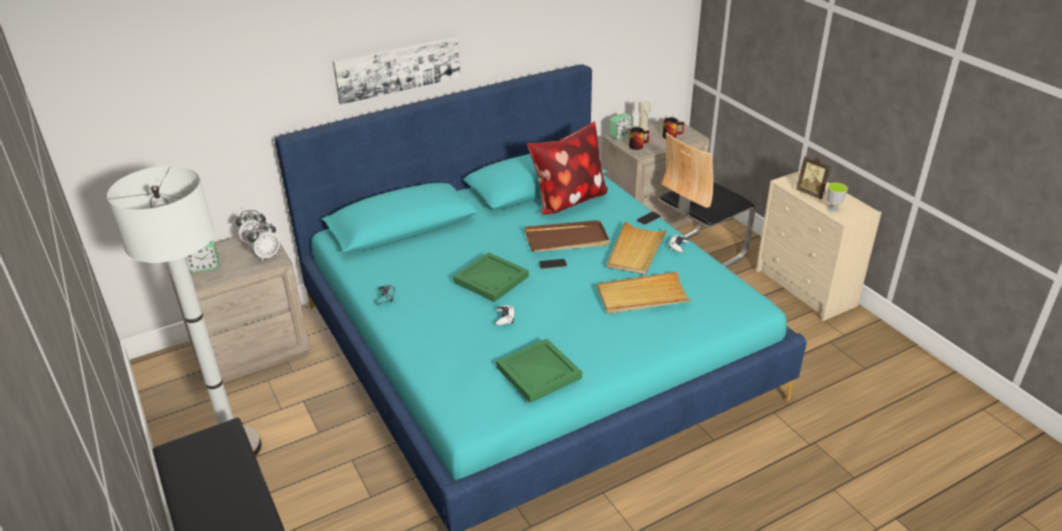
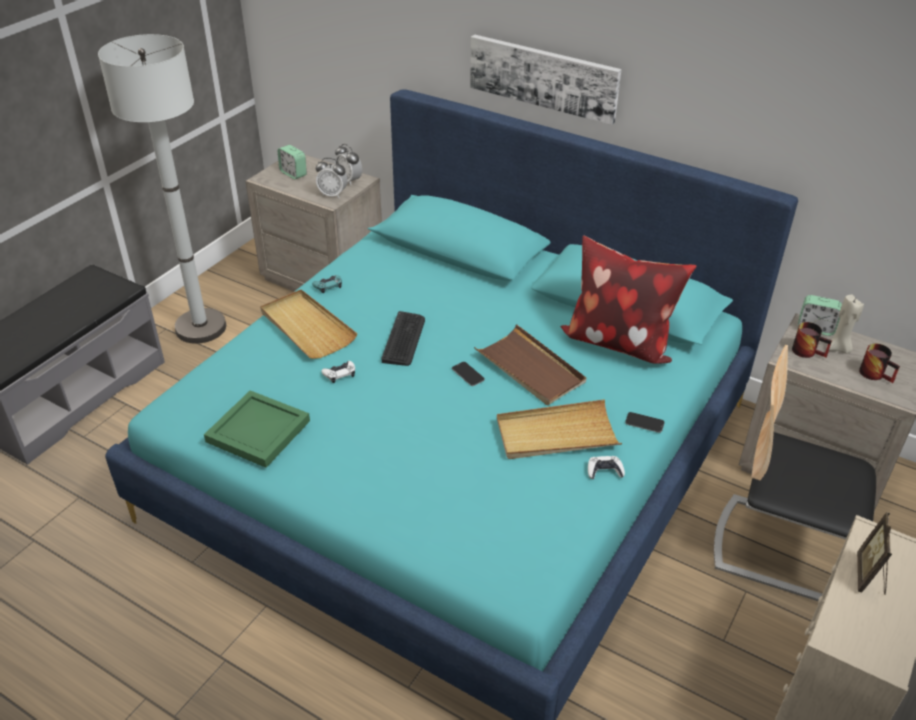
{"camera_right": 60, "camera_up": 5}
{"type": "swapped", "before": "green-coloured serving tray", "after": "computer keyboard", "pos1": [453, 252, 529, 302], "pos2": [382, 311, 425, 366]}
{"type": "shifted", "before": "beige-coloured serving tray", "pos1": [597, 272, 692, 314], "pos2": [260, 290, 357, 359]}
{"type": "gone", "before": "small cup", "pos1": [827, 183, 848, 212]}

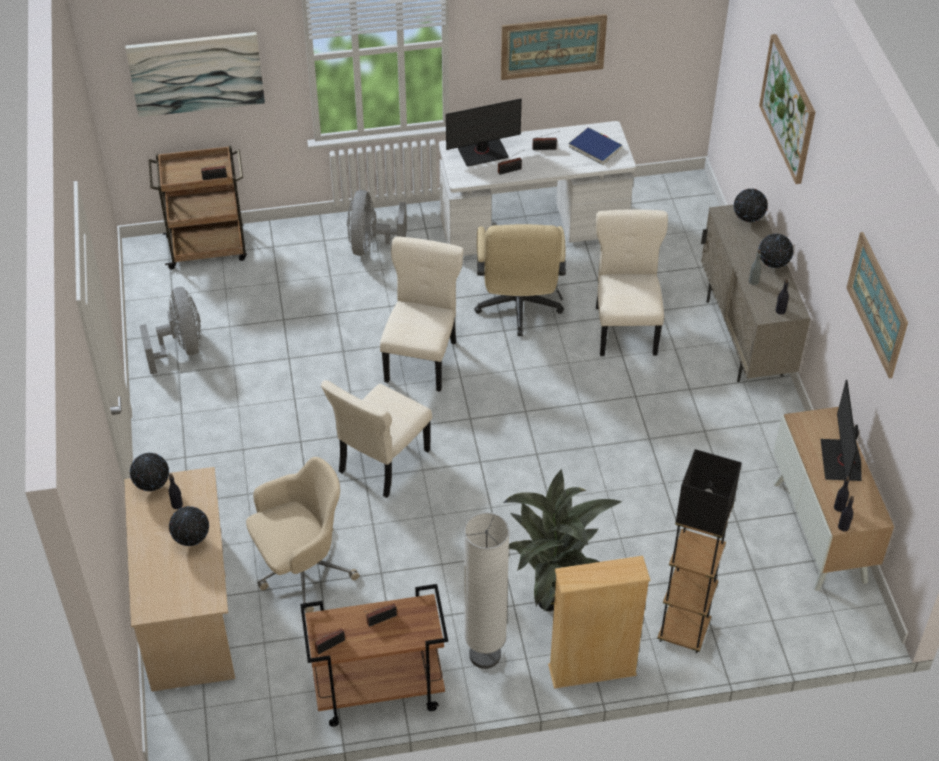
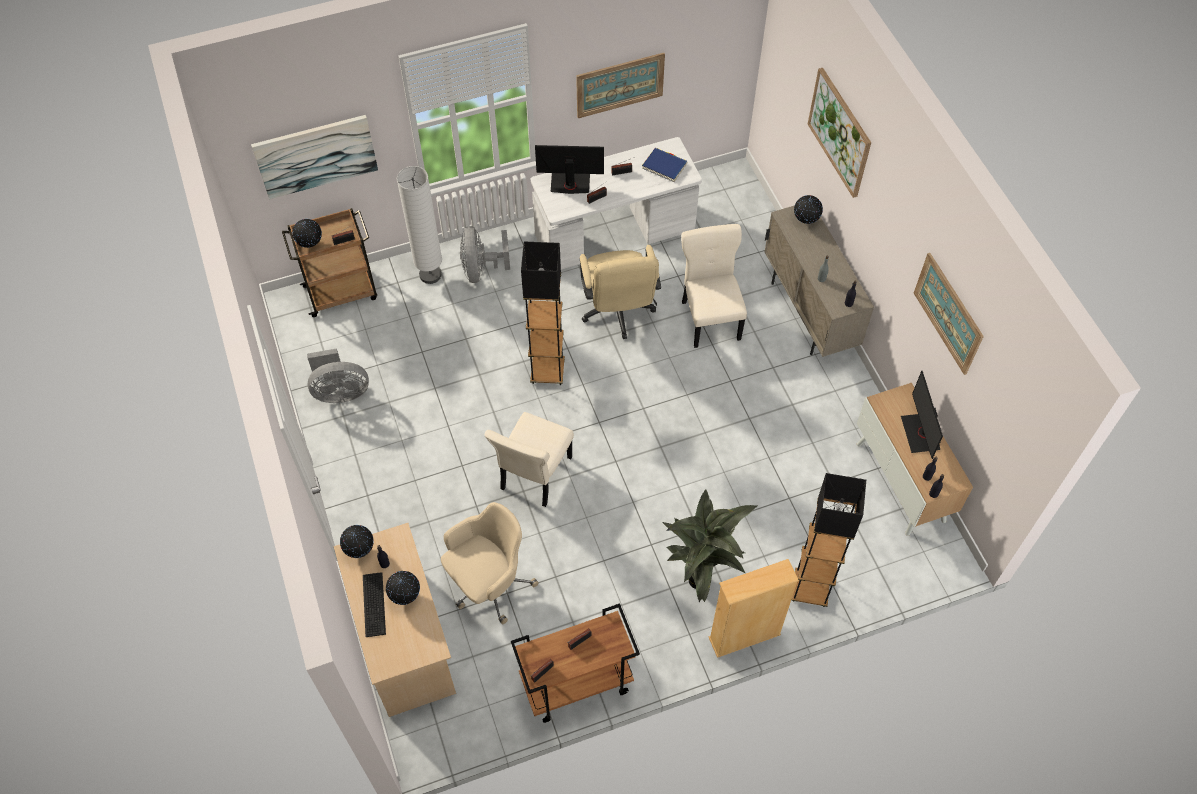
{"camera_right": -10, "camera_up": 10}
{"type": "rotated", "before": "gray fan", "pos1": [139, 287, 201, 374], "pos2": [307, 349, 369, 403], "turn": 105}
{"type": "swapped", "before": "beige-coloured chair", "after": "black standard lamp", "pos1": [380, 236, 463, 392], "pos2": [521, 241, 565, 385]}
{"type": "rotated", "before": "computer display", "pos1": [446, 99, 522, 167], "pos2": [535, 145, 604, 194], "turn": -150}
{"type": "shifted", "before": "white standard lamp", "pos1": [464, 512, 510, 669], "pos2": [397, 166, 442, 284]}
{"type": "shifted", "before": "desk globe", "pos1": [759, 234, 793, 268], "pos2": [292, 219, 322, 248]}
{"type": "new", "after": "computer keyboard", "pos2": [363, 572, 386, 637]}

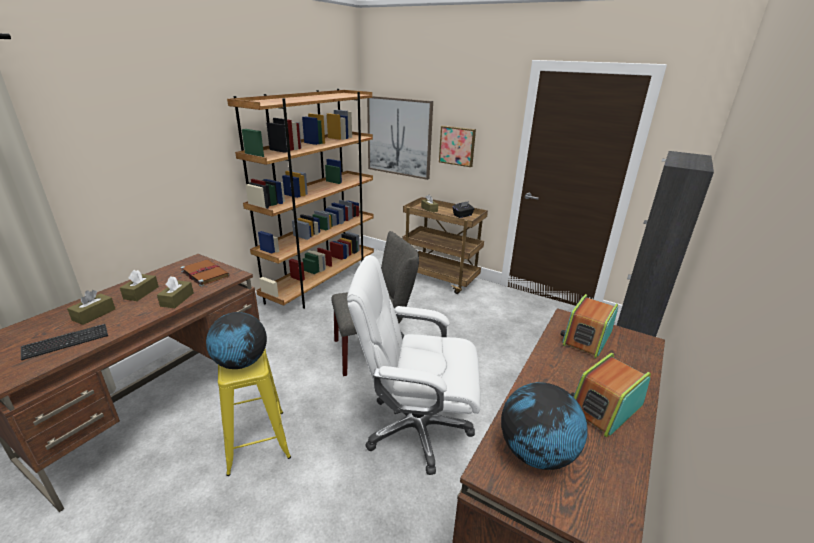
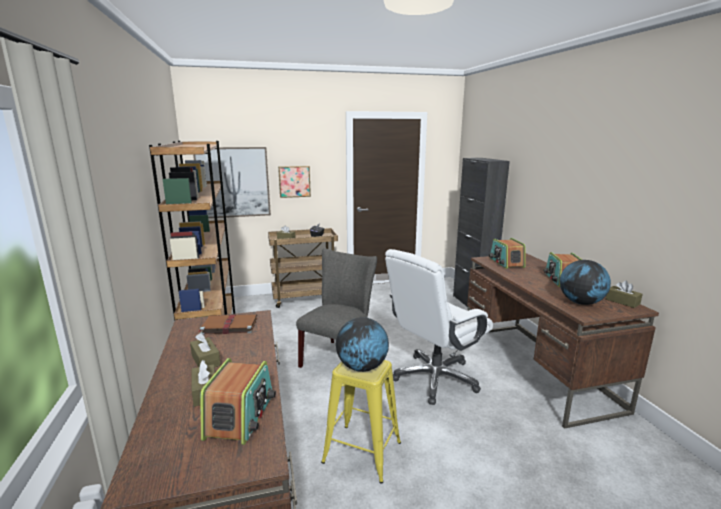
{"camera_right": -45, "camera_up": -10}
{"type": "swapped", "before": "computer keyboard", "after": "radio receiver", "pos1": [21, 324, 108, 360], "pos2": [201, 358, 276, 445]}
{"type": "shifted", "before": "brown-coloured tissue holder", "pos1": [157, 276, 194, 308], "pos2": [606, 281, 643, 308]}

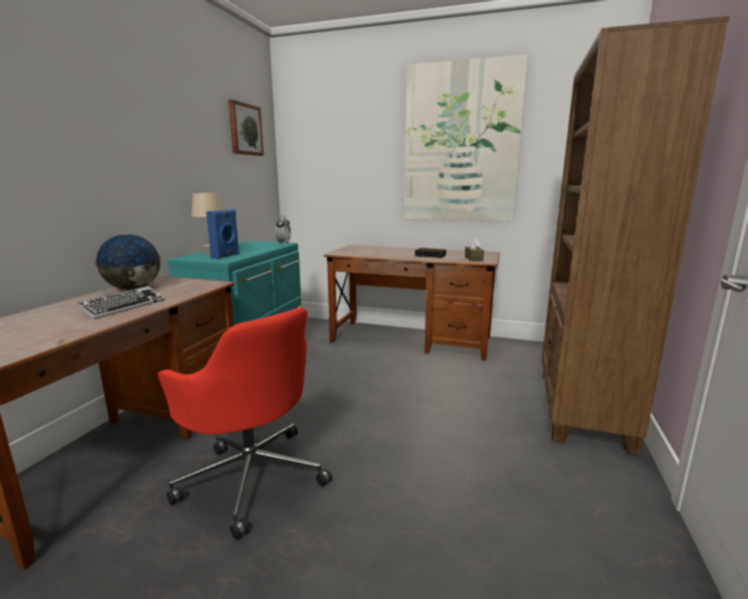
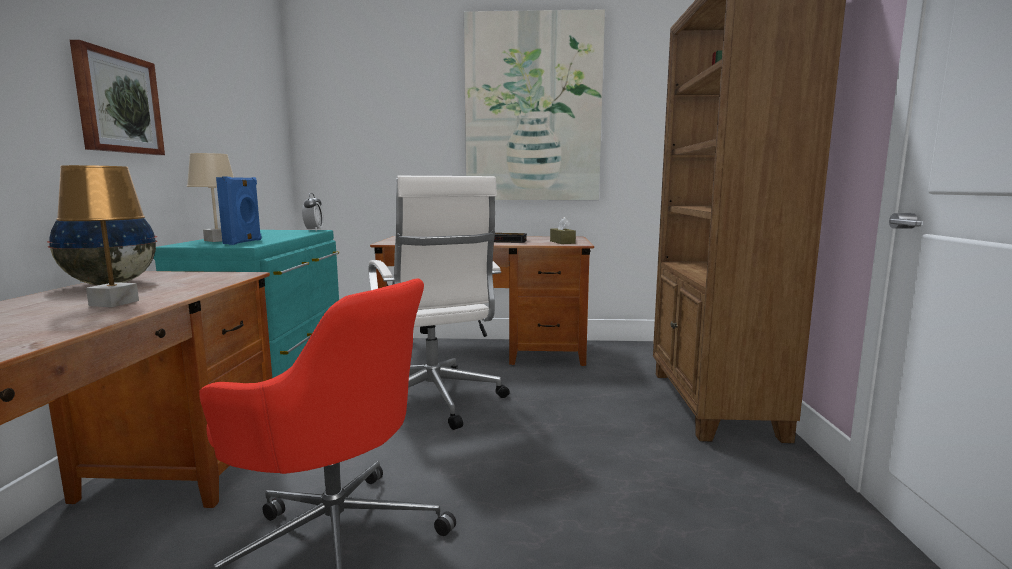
{"camera_right": -15, "camera_up": -5}
{"type": "swapped", "before": "computer keyboard", "after": "brown-coloured table lamp", "pos1": [76, 286, 165, 319], "pos2": [56, 165, 145, 307]}
{"type": "shifted", "before": "wall art", "pos1": [228, 100, 264, 156], "pos2": [70, 40, 165, 155]}
{"type": "new", "after": "white computer chair", "pos2": [368, 176, 510, 430]}

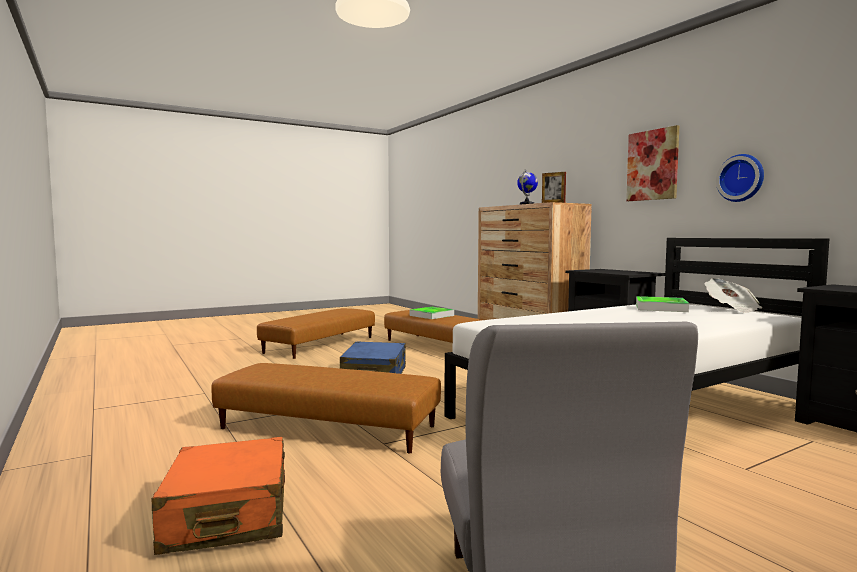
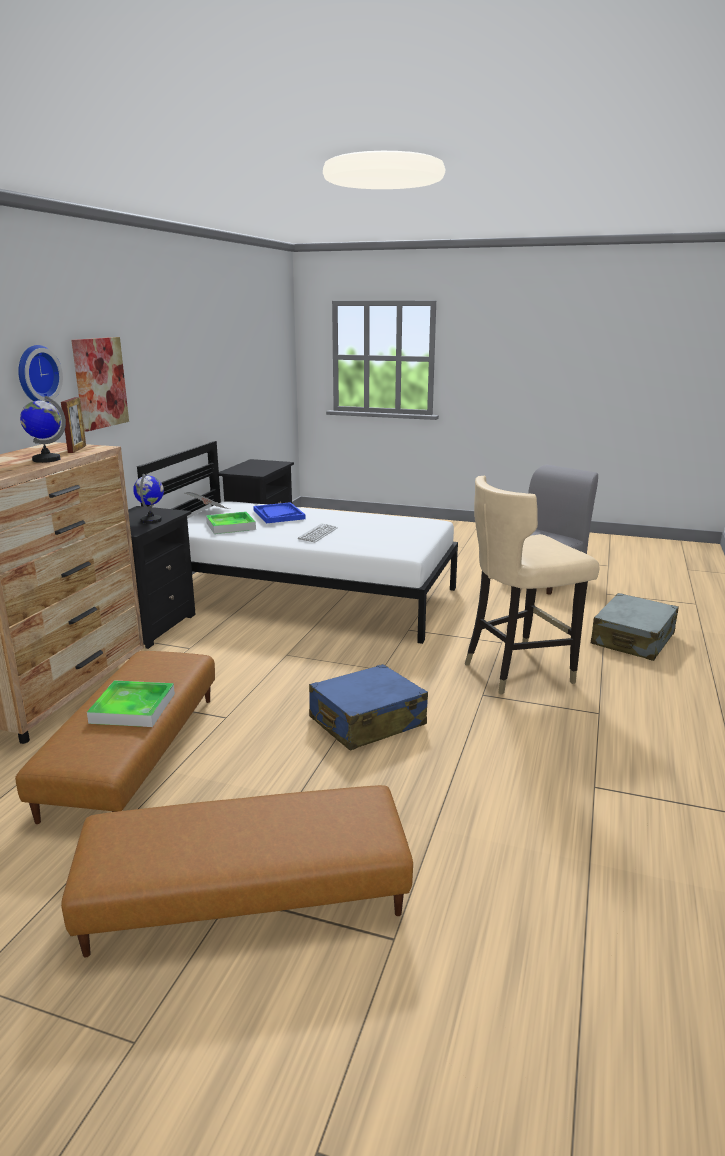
{"camera_right": -130, "camera_up": 15}
{"type": "repainted", "before": "orange suitcase", "after": "gray suitcase", "pos1": [151, 437, 285, 555], "pos2": [591, 593, 679, 661]}
{"type": "swapped", "before": "brown-coloured footrest", "after": "beige-coloured chair", "pos1": [211, 363, 441, 454], "pos2": [465, 476, 599, 695]}
{"type": "shifted", "before": "clock on the wall", "pos1": [716, 154, 764, 202], "pos2": [18, 345, 63, 403]}
{"type": "new", "after": "desk globe", "pos2": [133, 474, 164, 524]}
{"type": "new", "after": "blue-coloured serving tray", "pos2": [253, 502, 305, 523]}
{"type": "new", "after": "computer keyboard", "pos2": [298, 523, 338, 543]}

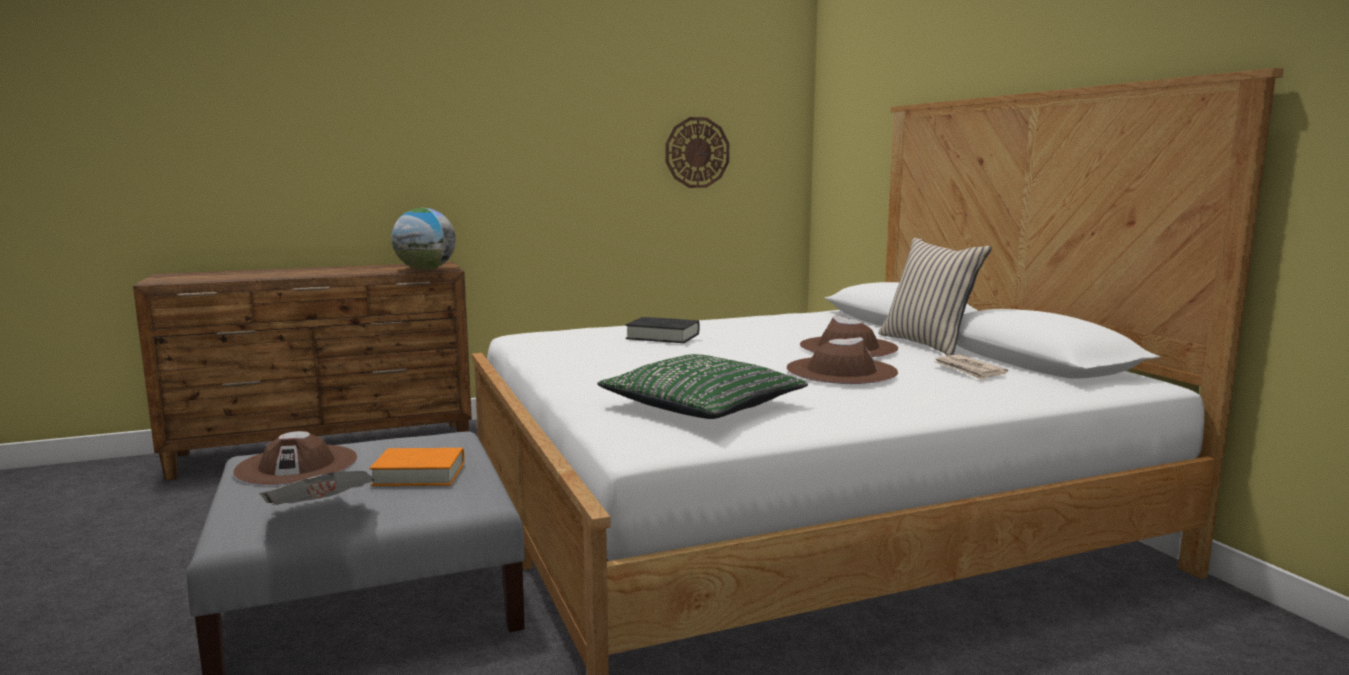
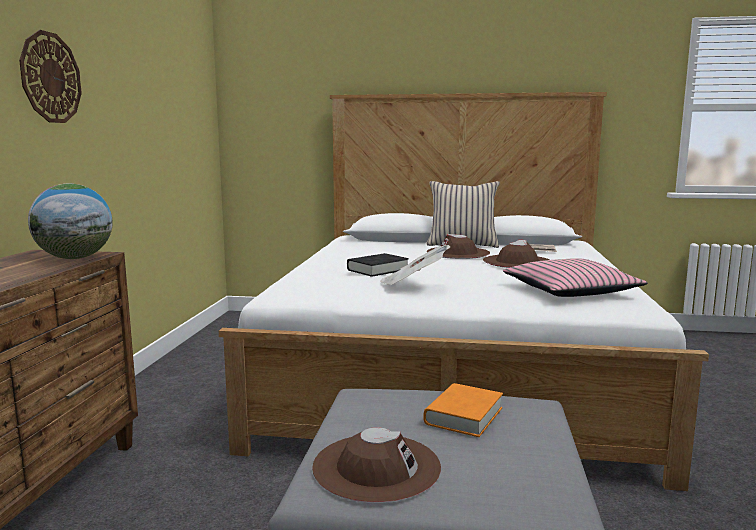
{"camera_right": -60, "camera_up": 0}
{"type": "shifted", "before": "daily paper", "pos1": [259, 471, 375, 505], "pos2": [380, 245, 450, 285]}
{"type": "repainted", "before": "green-coloured throw pillow", "after": "pinkish throw pillow", "pos1": [597, 354, 808, 419], "pos2": [503, 258, 648, 297]}
{"type": "shifted", "before": "clock on the wall", "pos1": [666, 117, 730, 188], "pos2": [19, 30, 82, 123]}

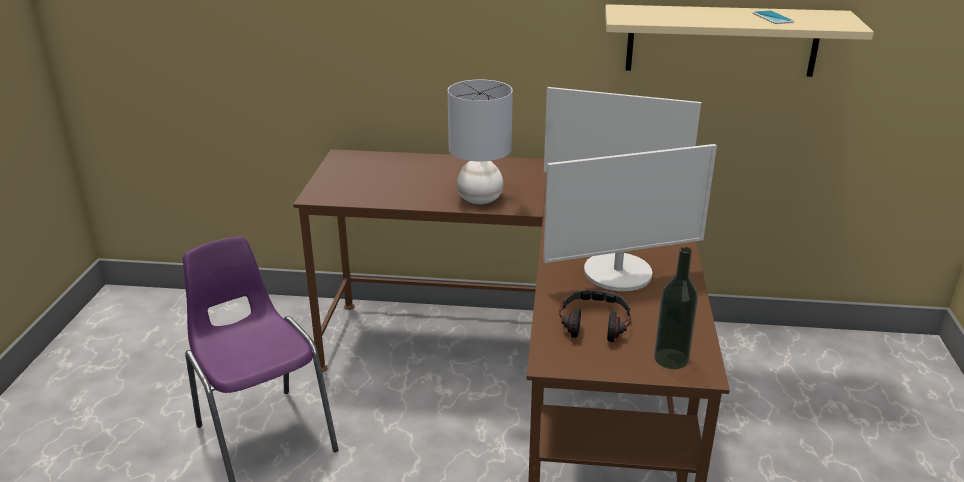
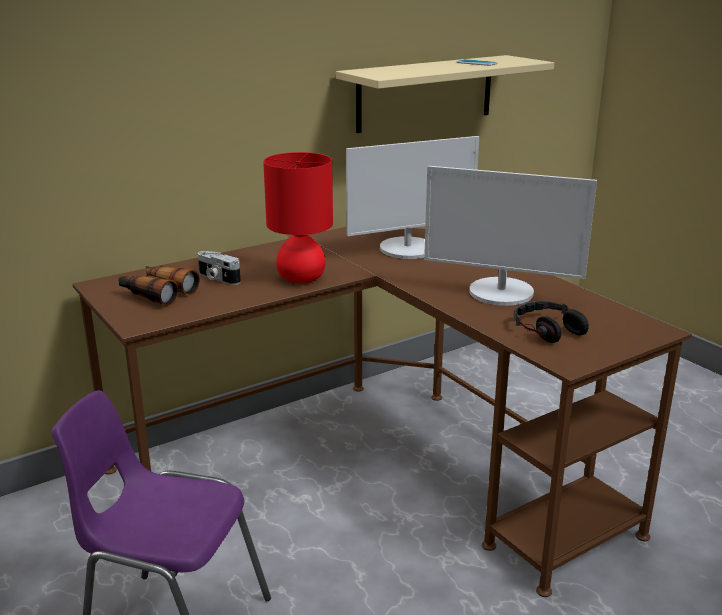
{"camera_right": -40, "camera_up": -5}
{"type": "repainted", "before": "gray table lamp", "after": "red table lamp", "pos1": [448, 80, 513, 204], "pos2": [263, 152, 333, 284]}
{"type": "rotated", "before": "computer display", "pos1": [543, 144, 717, 291], "pos2": [424, 166, 597, 306], "turn": 75}
{"type": "gone", "before": "bottle", "pos1": [654, 247, 698, 369]}
{"type": "new", "after": "field glasses", "pos2": [118, 266, 199, 306]}
{"type": "new", "after": "still camera", "pos2": [198, 251, 241, 285]}

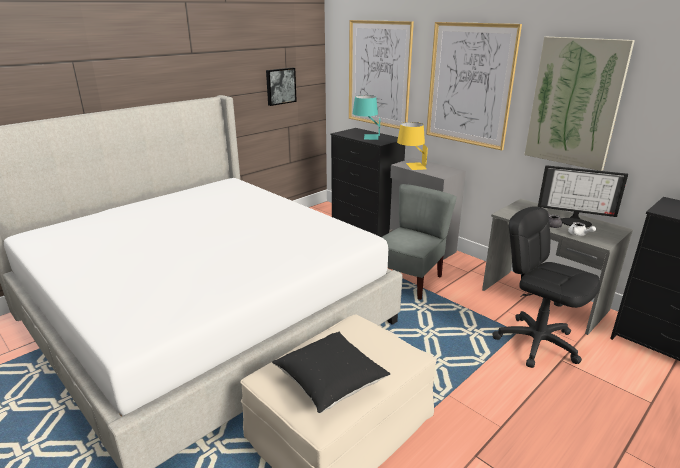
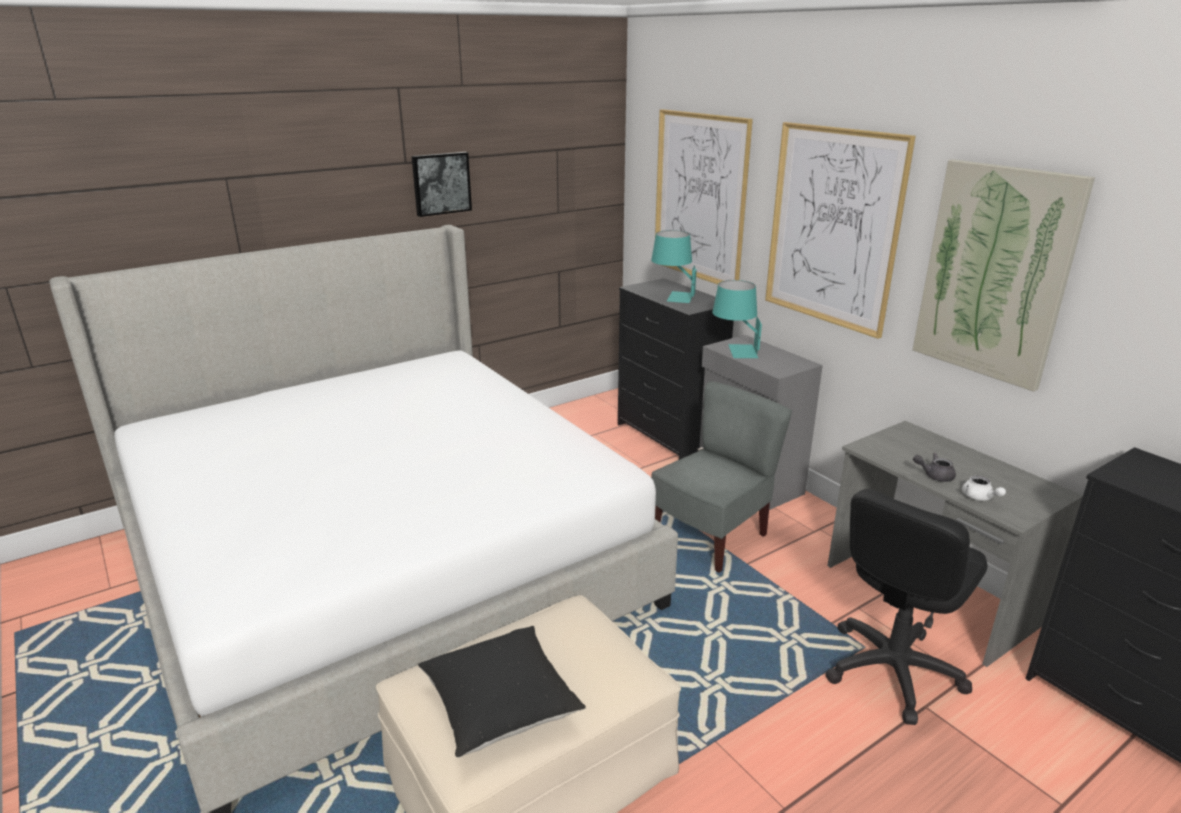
{"camera_right": 10, "camera_up": 0}
{"type": "shifted", "before": "wall art", "pos1": [266, 68, 297, 106], "pos2": [412, 152, 472, 217]}
{"type": "repainted", "before": "yellow table lamp", "after": "blue-green table lamp", "pos1": [397, 122, 428, 170], "pos2": [712, 280, 762, 358]}
{"type": "rotated", "before": "black computer chair", "pos1": [493, 206, 600, 368], "pos2": [825, 489, 987, 725], "turn": -105}
{"type": "gone", "before": "computer display", "pos1": [538, 165, 628, 227]}

